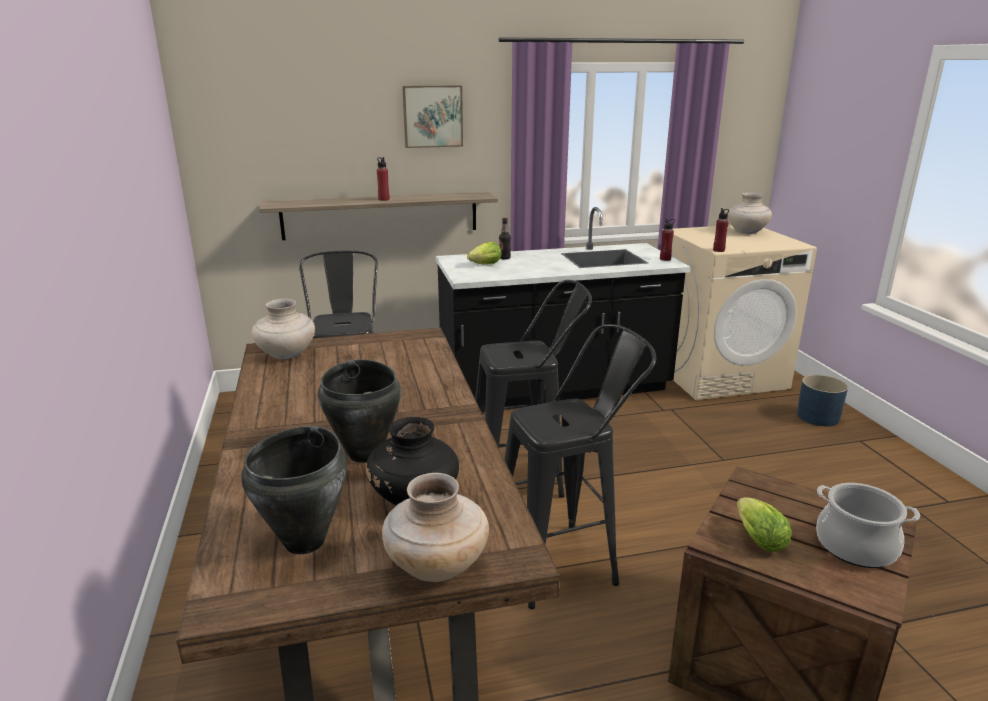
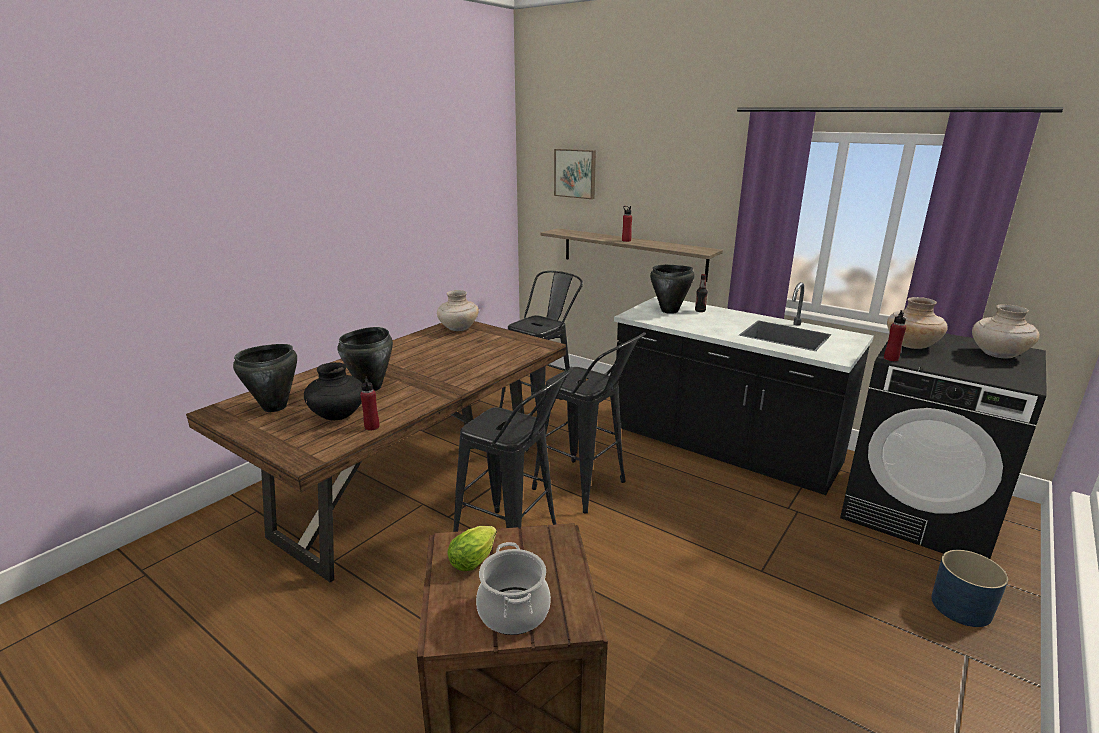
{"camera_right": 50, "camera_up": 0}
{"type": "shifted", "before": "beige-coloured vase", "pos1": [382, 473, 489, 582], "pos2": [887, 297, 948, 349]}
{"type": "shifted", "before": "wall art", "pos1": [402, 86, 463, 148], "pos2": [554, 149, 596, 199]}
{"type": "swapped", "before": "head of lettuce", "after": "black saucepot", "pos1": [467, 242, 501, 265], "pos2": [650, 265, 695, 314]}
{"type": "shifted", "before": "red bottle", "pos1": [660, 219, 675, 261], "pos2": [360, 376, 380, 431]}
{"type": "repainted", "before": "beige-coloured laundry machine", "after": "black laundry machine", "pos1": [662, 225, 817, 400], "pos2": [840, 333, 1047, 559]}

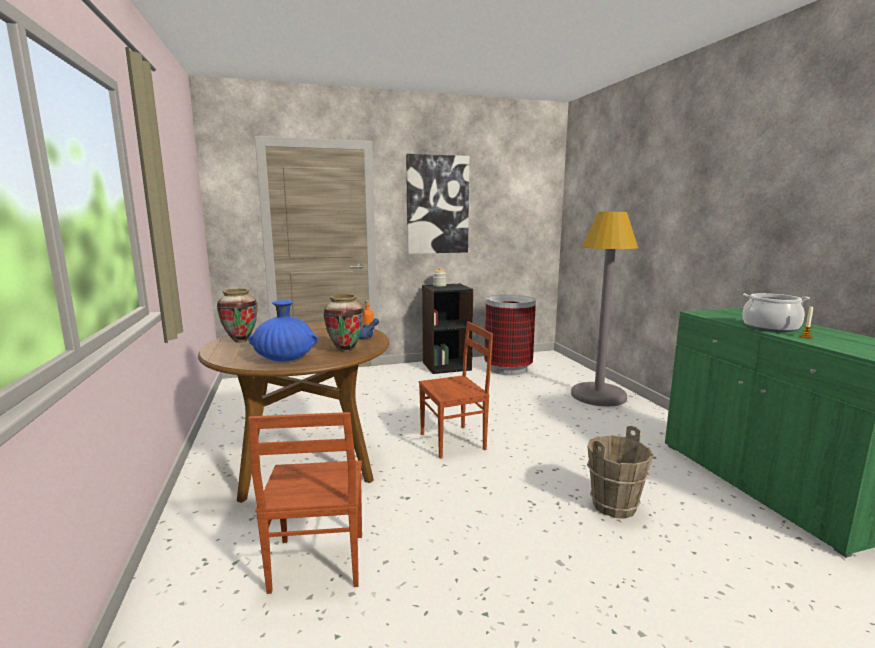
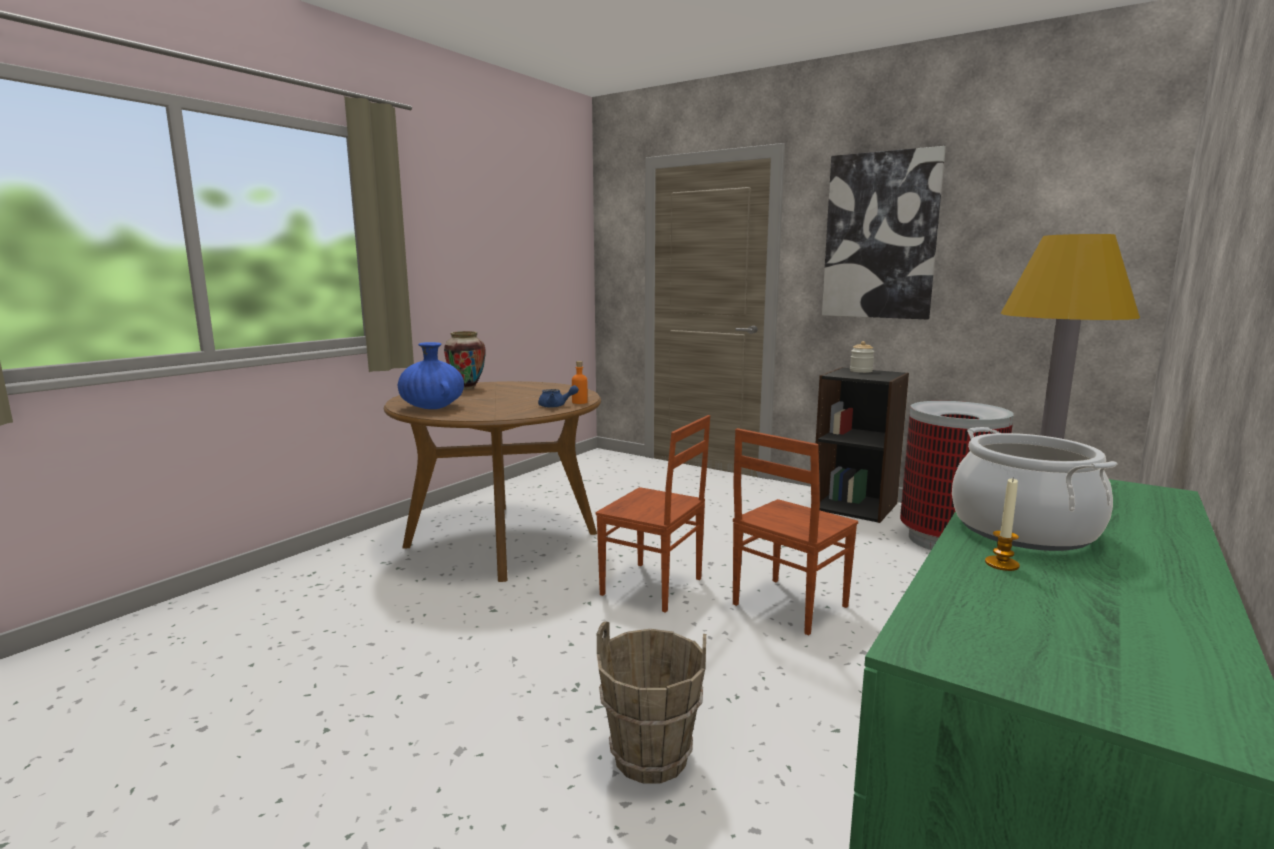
{"camera_right": 50, "camera_up": 0}
{"type": "shifted", "before": "brown-coloured chair", "pos1": [248, 412, 362, 594], "pos2": [733, 428, 858, 636]}
{"type": "gone", "before": "vase", "pos1": [324, 294, 365, 352]}

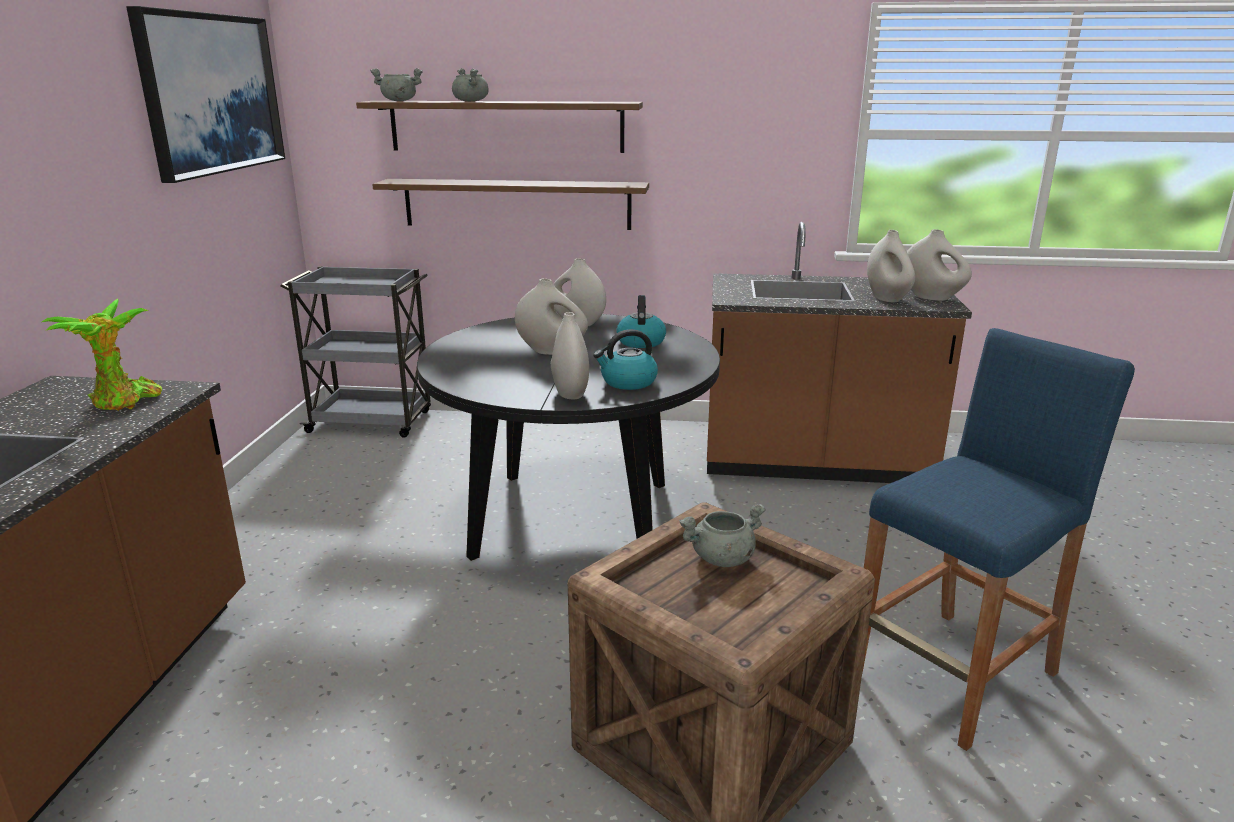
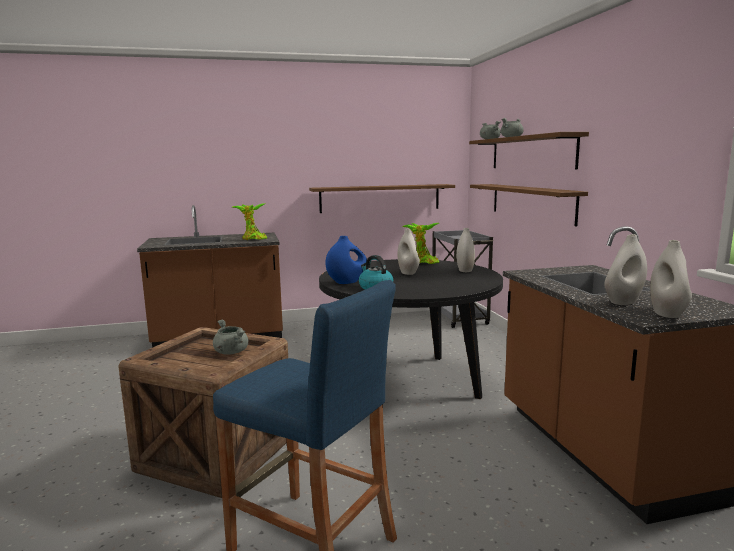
{"camera_right": 70, "camera_up": -10}
{"type": "gone", "before": "wall art", "pos1": [126, 6, 285, 183]}
{"type": "repainted", "before": "white vase", "after": "blue-coloured vase", "pos1": [551, 312, 589, 399], "pos2": [325, 236, 367, 284]}
{"type": "gone", "before": "tea kettle", "pos1": [616, 295, 666, 348]}
{"type": "new", "after": "brown-coloured bracket shelf", "pos2": [309, 184, 455, 213]}
{"type": "new", "after": "houseplant", "pos2": [402, 223, 439, 264]}

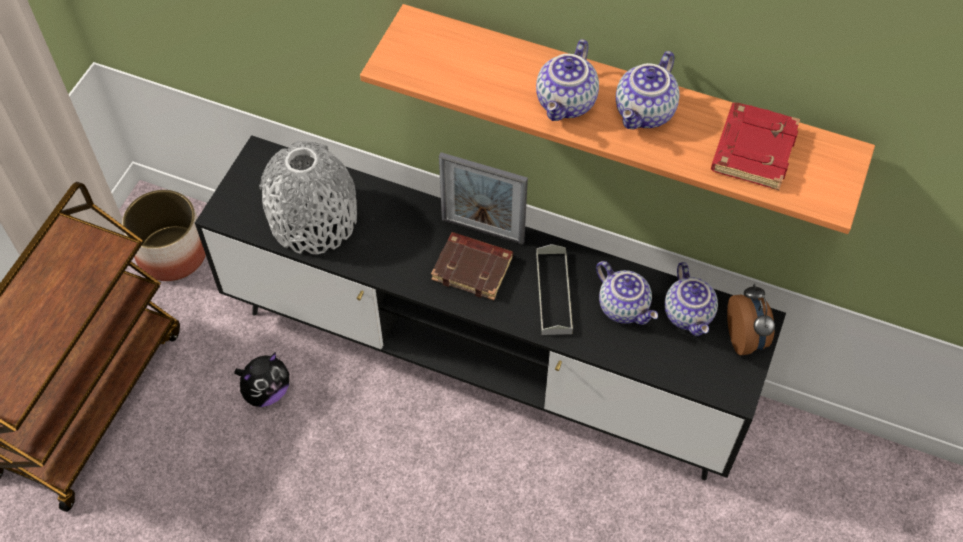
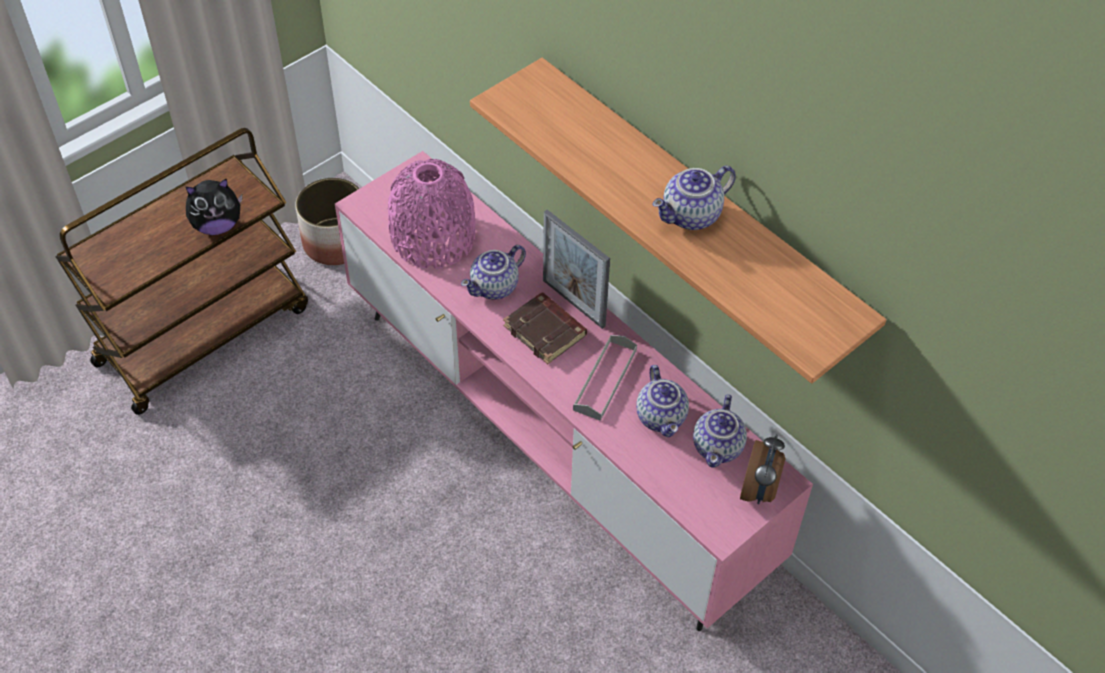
{"camera_right": 25, "camera_up": -5}
{"type": "repainted", "before": "black tv unit", "after": "pinkish tv unit", "pos1": [195, 135, 786, 480], "pos2": [335, 151, 813, 631]}
{"type": "shifted", "before": "cuddly toy", "pos1": [234, 352, 289, 407], "pos2": [186, 179, 242, 235]}
{"type": "repainted", "before": "gray vase", "after": "pinkish vase", "pos1": [259, 141, 357, 254], "pos2": [388, 159, 475, 269]}
{"type": "shifted", "before": "teapot", "pos1": [536, 39, 599, 121], "pos2": [461, 245, 526, 299]}
{"type": "gone", "before": "red volume", "pos1": [711, 102, 800, 190]}

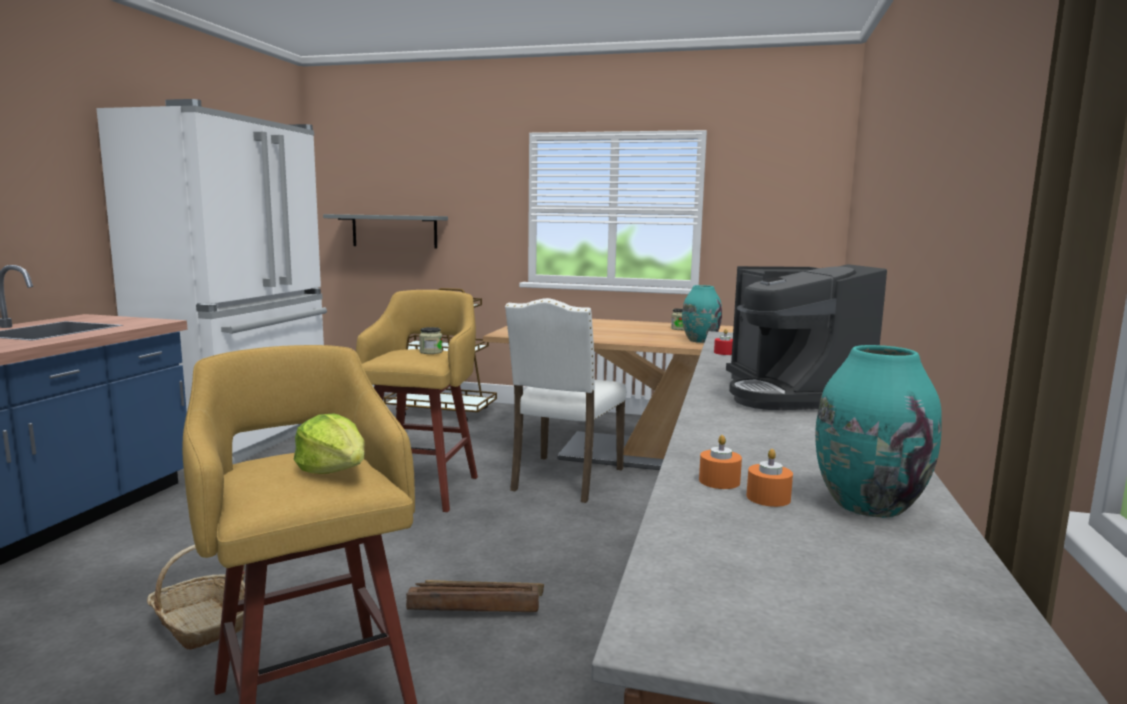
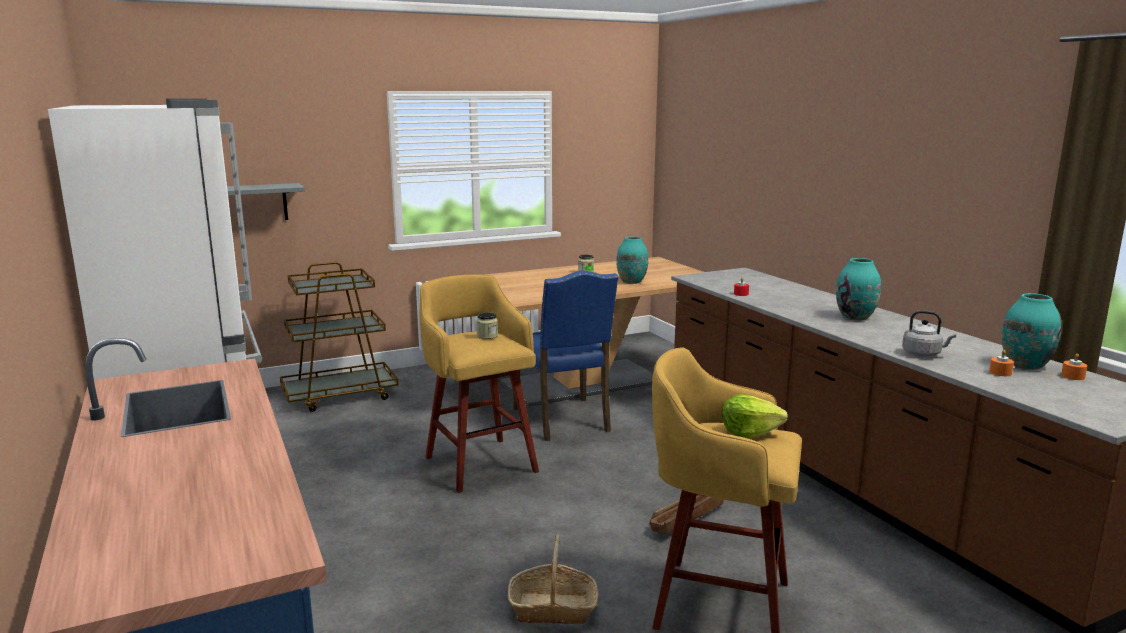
{"camera_right": -40, "camera_up": 5}
{"type": "repainted", "before": "white chair", "after": "blue-coloured chair", "pos1": [505, 298, 627, 503], "pos2": [513, 270, 618, 441]}
{"type": "shifted", "before": "orange wax light", "pos1": [699, 435, 742, 489], "pos2": [1061, 353, 1087, 380]}
{"type": "swapped", "before": "coffee brewer", "after": "blue-green vase", "pos1": [726, 264, 887, 410], "pos2": [836, 258, 881, 320]}
{"type": "new", "after": "gray tea kettle", "pos2": [902, 310, 956, 357]}

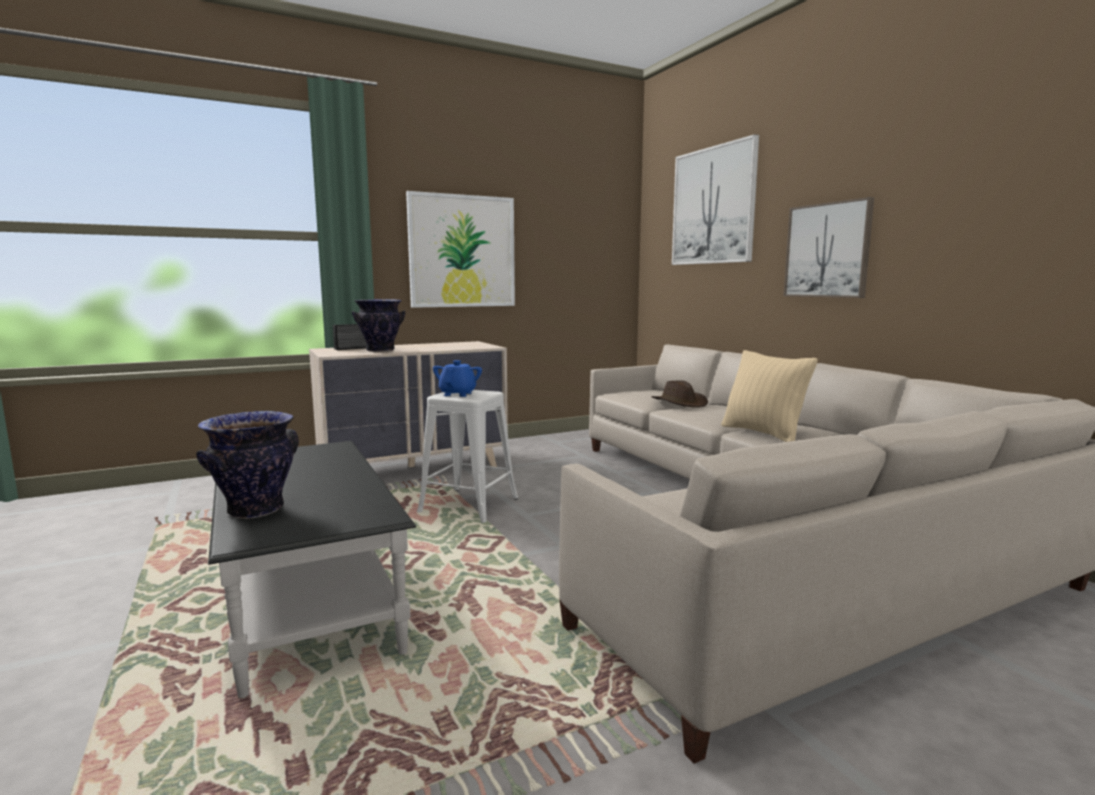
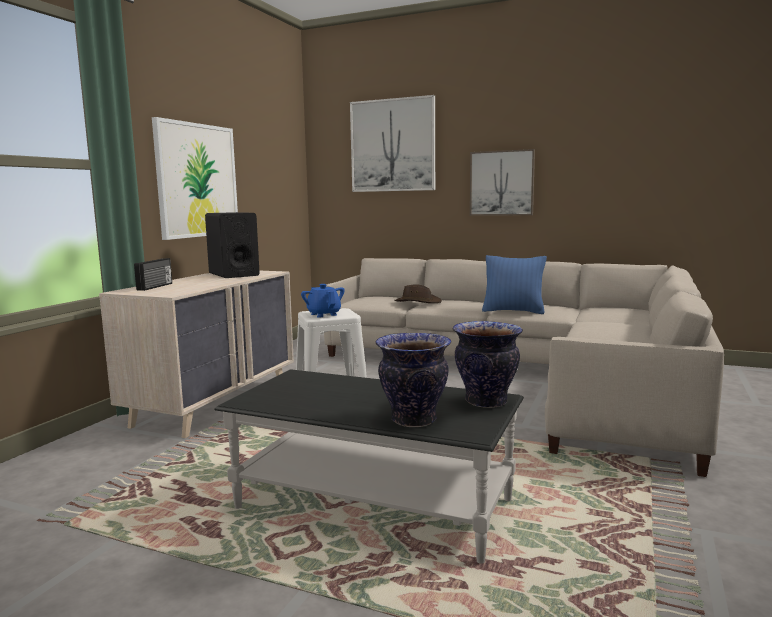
{"camera_right": -40, "camera_up": 0}
{"type": "shifted", "before": "vase", "pos1": [352, 299, 405, 352], "pos2": [453, 321, 523, 408]}
{"type": "repainted", "before": "beige-coloured throw pillow", "after": "blue-coloured throw pillow", "pos1": [721, 350, 818, 442], "pos2": [482, 255, 547, 314]}
{"type": "new", "after": "black speaker", "pos2": [205, 212, 260, 278]}

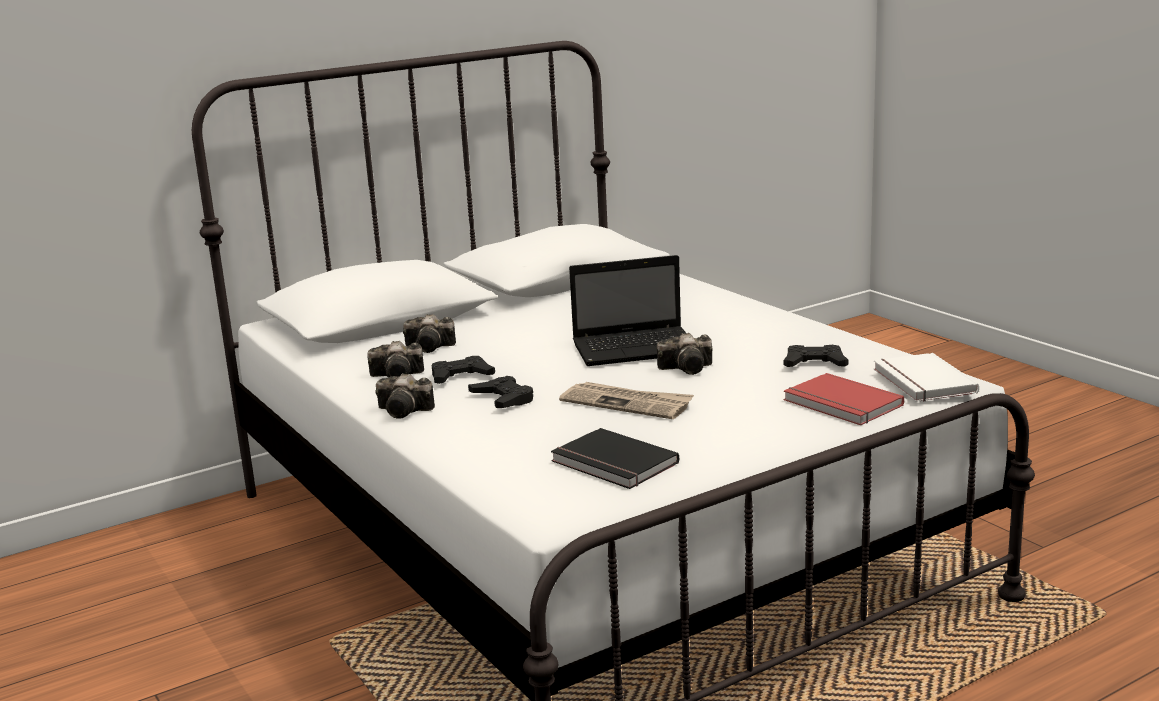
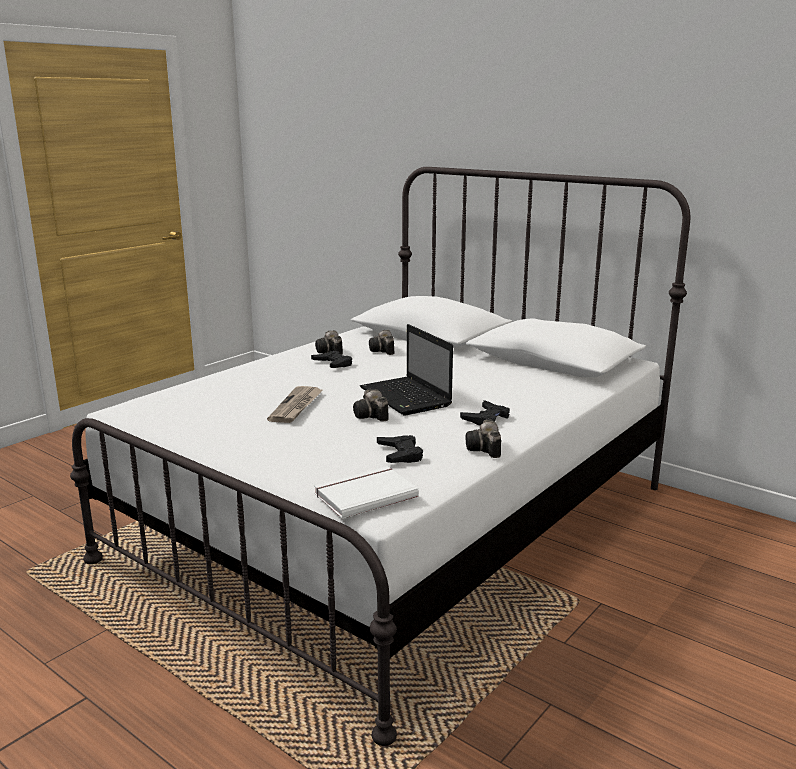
{"camera_right": 70, "camera_up": 0}
{"type": "shifted", "before": "still camera", "pos1": [375, 373, 435, 419], "pos2": [466, 419, 501, 458]}
{"type": "shifted", "before": "black game controller", "pos1": [468, 376, 533, 408], "pos2": [460, 400, 510, 425]}
{"type": "gone", "before": "black volume", "pos1": [551, 428, 679, 489]}
{"type": "gone", "before": "red volume", "pos1": [784, 373, 904, 425]}

